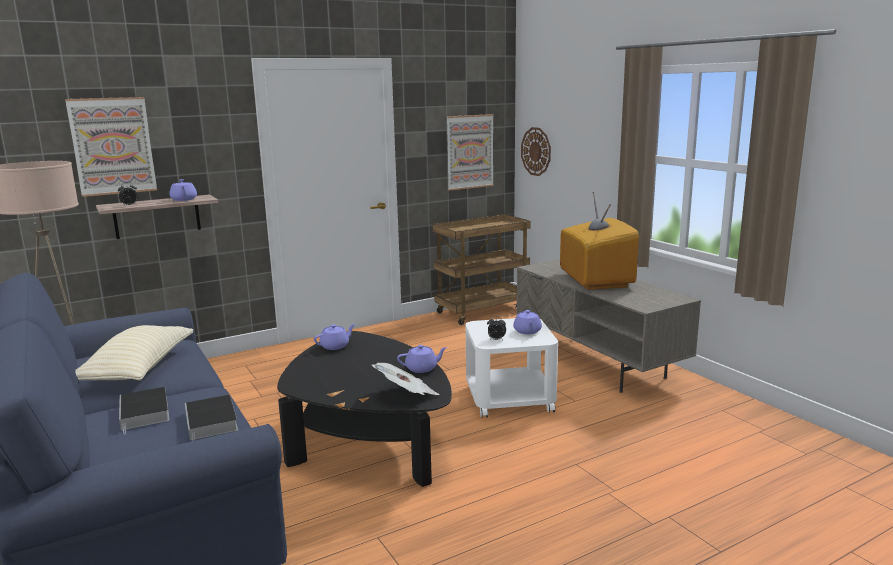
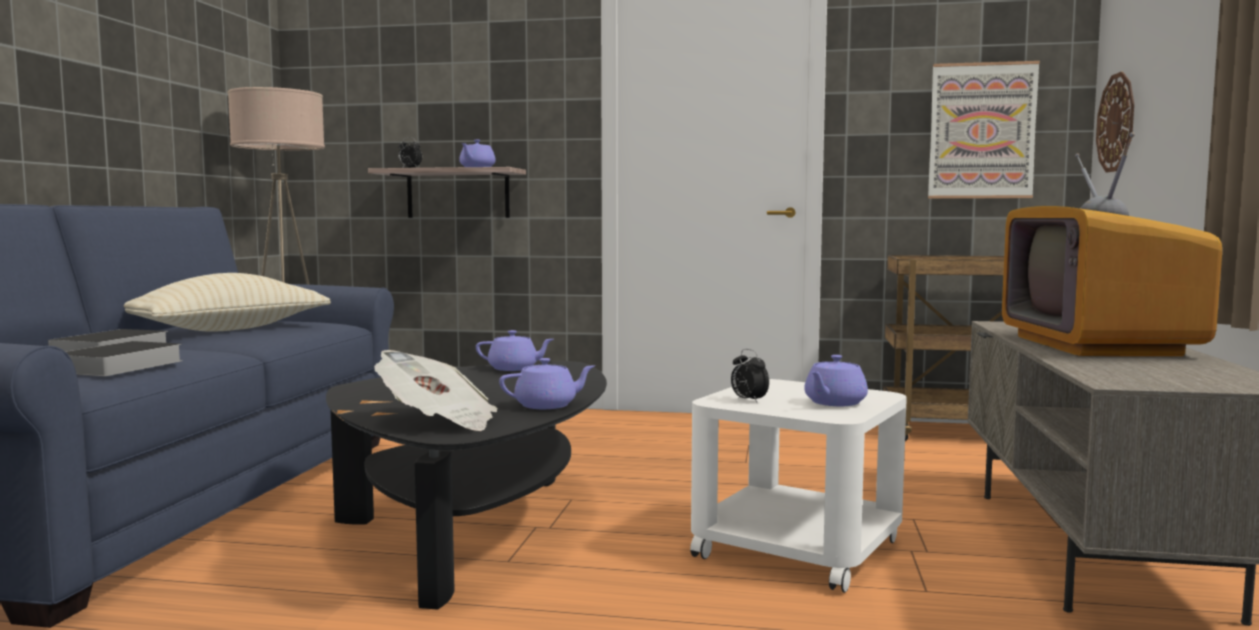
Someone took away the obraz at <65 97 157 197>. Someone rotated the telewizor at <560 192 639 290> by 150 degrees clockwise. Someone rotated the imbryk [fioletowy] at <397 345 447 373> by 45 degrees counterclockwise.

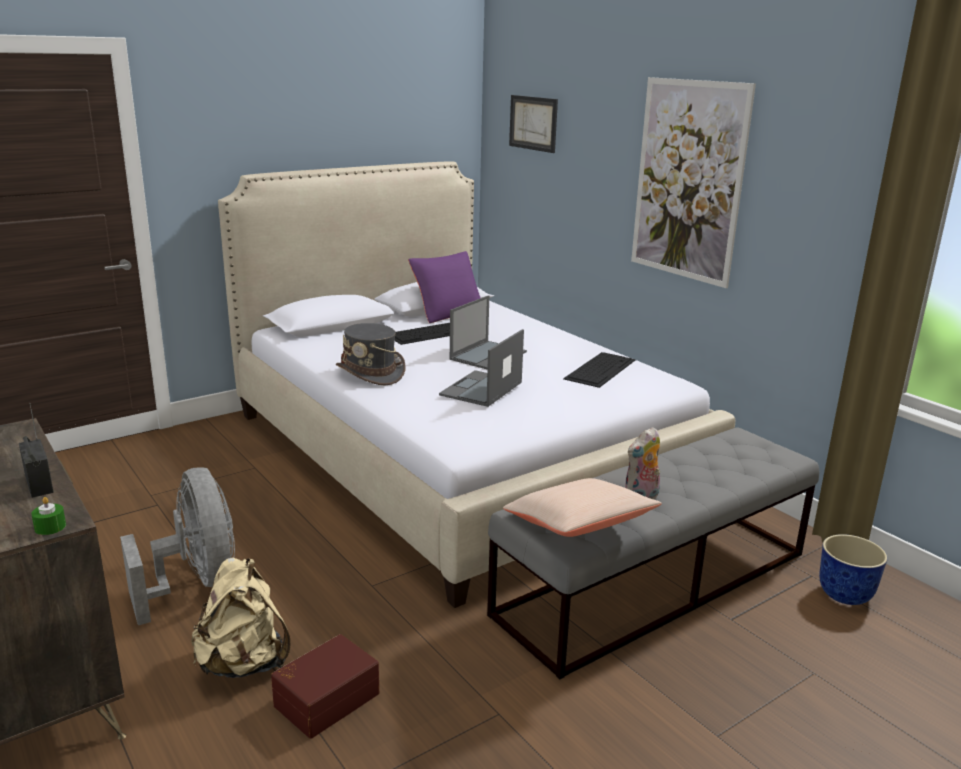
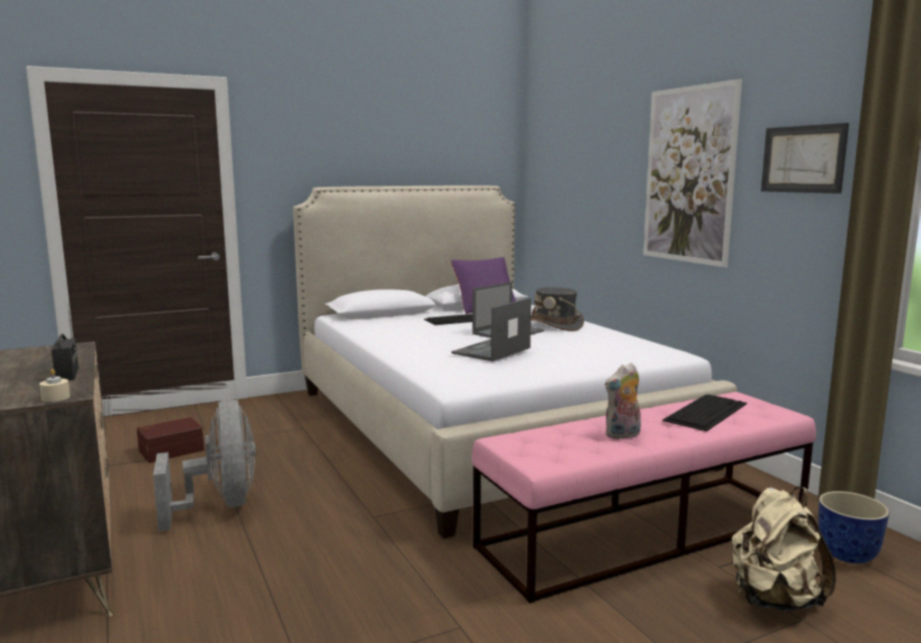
Someone carried the obraz from <509 95 558 153> to <761 123 849 194>. Someone carried the kapelusz [szary] from <336 323 406 386> to <531 287 584 331>. Someone carried the klawiatura from <563 352 636 388> to <662 394 747 431>. Someone repainted the ławka [szary] at <487 427 819 679>, which became the ławka [różowy] at <471 392 816 604>. Someone took away the poduszka [beżowy] at <503 478 662 537>. Someone repainted the świeca [zielony] at <31 497 66 535>, which became the świeca [beżowy] at <40 369 70 402>. Someone carried the plecak [beżowy] from <191 557 290 678> to <732 486 836 611>. Someone carried the pojemnik do przechowywania [brązowy] from <271 634 379 739> to <137 417 204 463>.

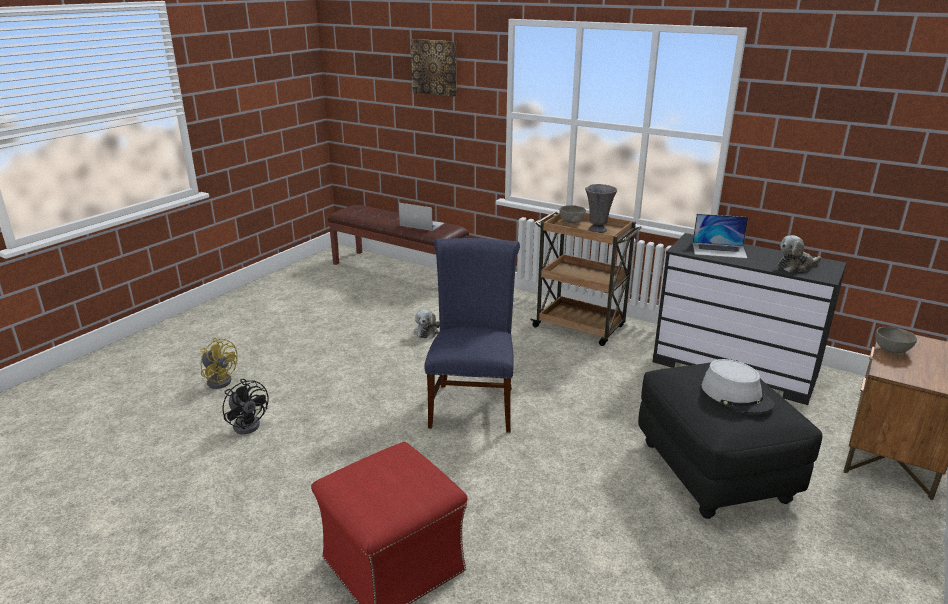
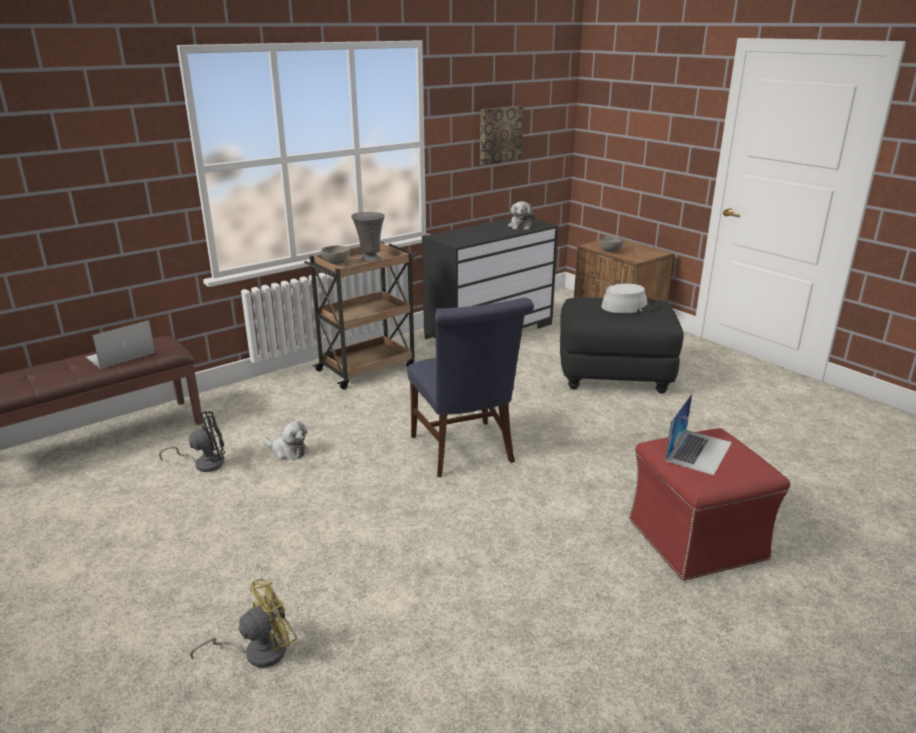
Someone carried the obraz from <411 39 457 97> to <480 106 524 165>. Someone carried the laptop from <693 214 748 259> to <665 393 732 475>. Someone rotated the krzesło [niebieski] at <425 238 520 433> by 135 degrees counterclockwise. Someone carried the wentylator [czarny] from <222 379 269 434> to <159 411 225 472>.

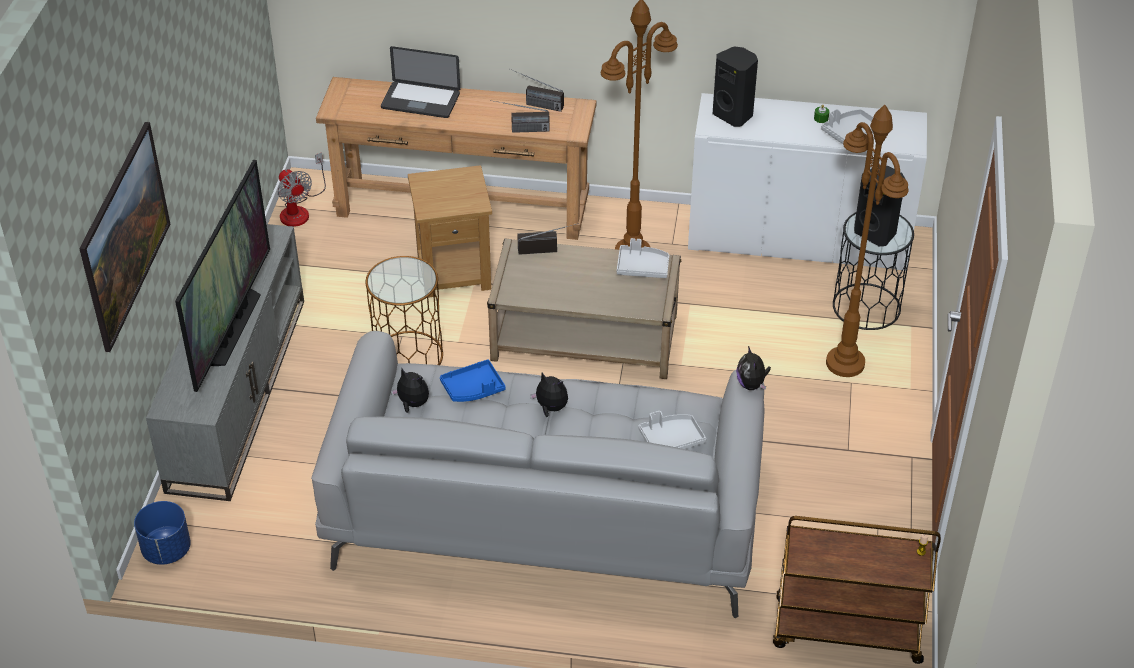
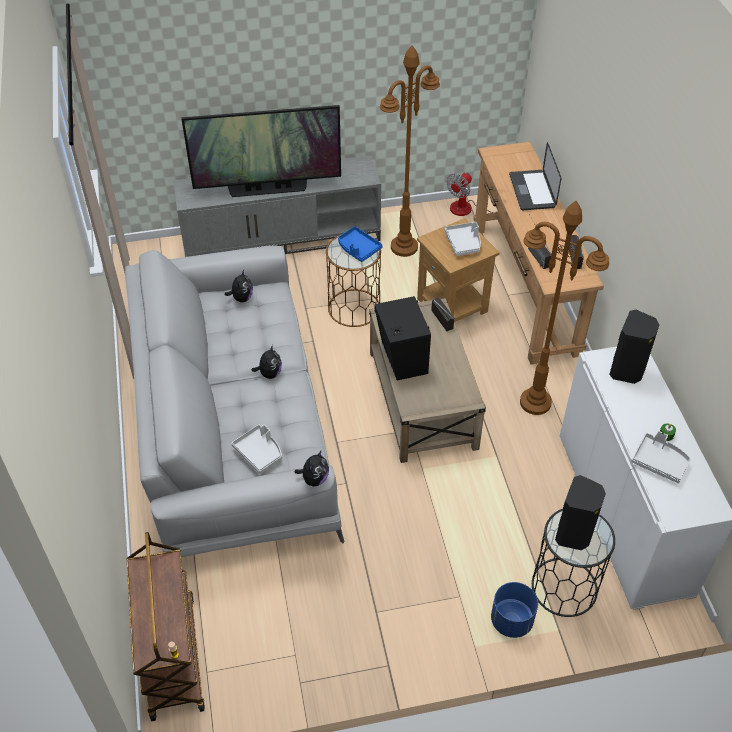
Someone carried the lampa stojąca [brązowy] from <826 105 909 377> to <380 45 440 257>. Someone took away the obraz at <79 122 170 352>. Someone carried the taca [szary] from <617 238 669 278> to <445 222 481 256>. Someone rotated the pluszak at <736 346 771 390> by 150 degrees clockwise. Someone carried the taca [niebieski] from <440 360 506 402> to <338 226 383 262>. Someone carried the donica [niebieski] from <134 501 191 565> to <491 582 538 638>. Someone put down the głośnik [czarny] at <375 296 431 381>.

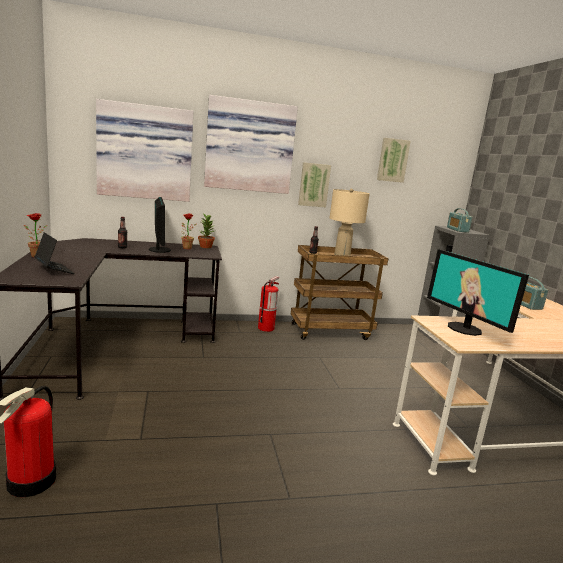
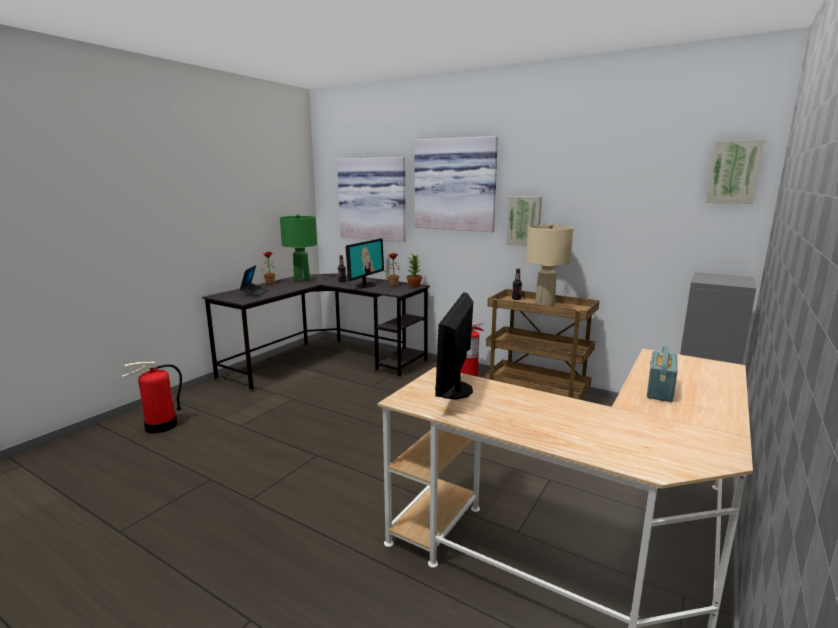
Someone carried the obraz from <377 138 411 183> to <706 140 765 204>. Someone took away the radio at <447 208 472 233>. Someone put down the lampa stołowa [zielony] at <280 214 317 282>.

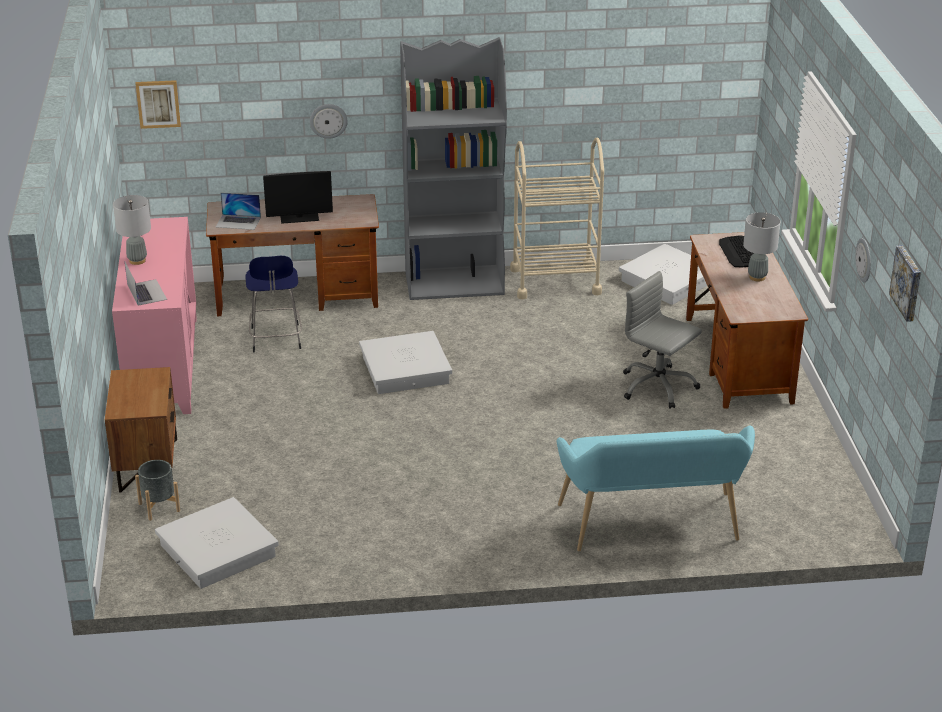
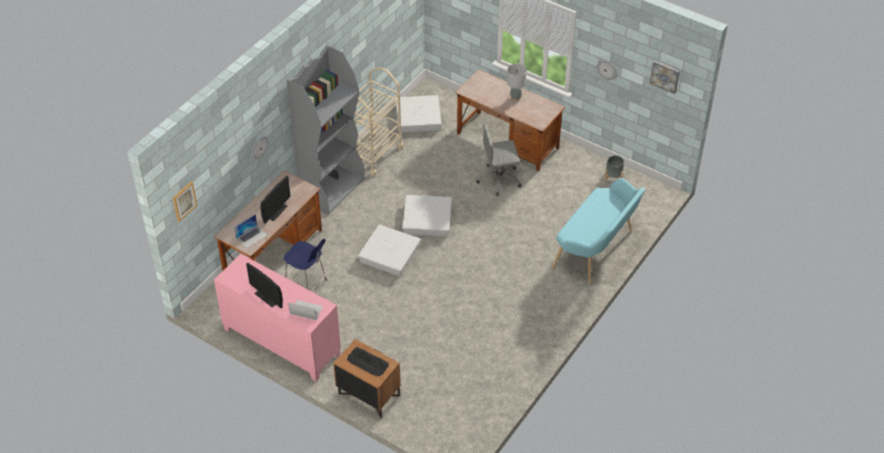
Someone swapped the lampa stołowa [szary] at <113 195 151 265> for the monitor at <246 263 283 308>. Someone carried the klawiatura from <719 235 754 268> to <347 347 389 376>. Someone carried the donica [szary] from <135 460 180 521> to <604 155 624 183>. Someone carried the pojemnik do przechowywania [biały] from <155 497 279 589> to <402 195 452 236>.

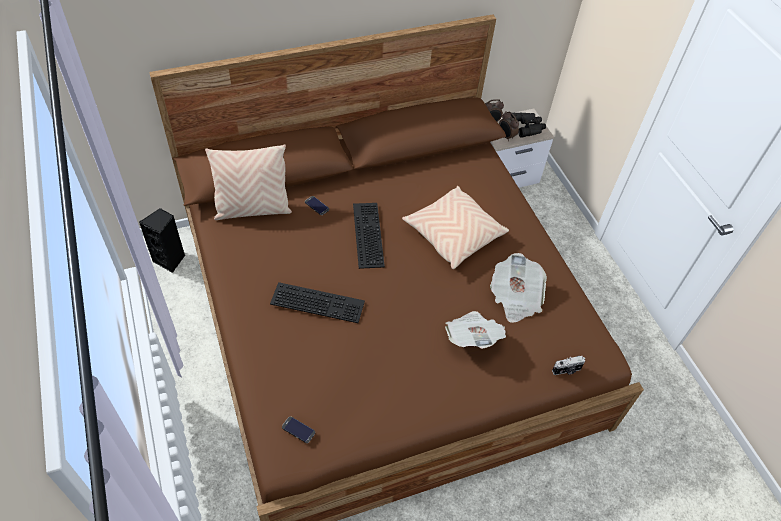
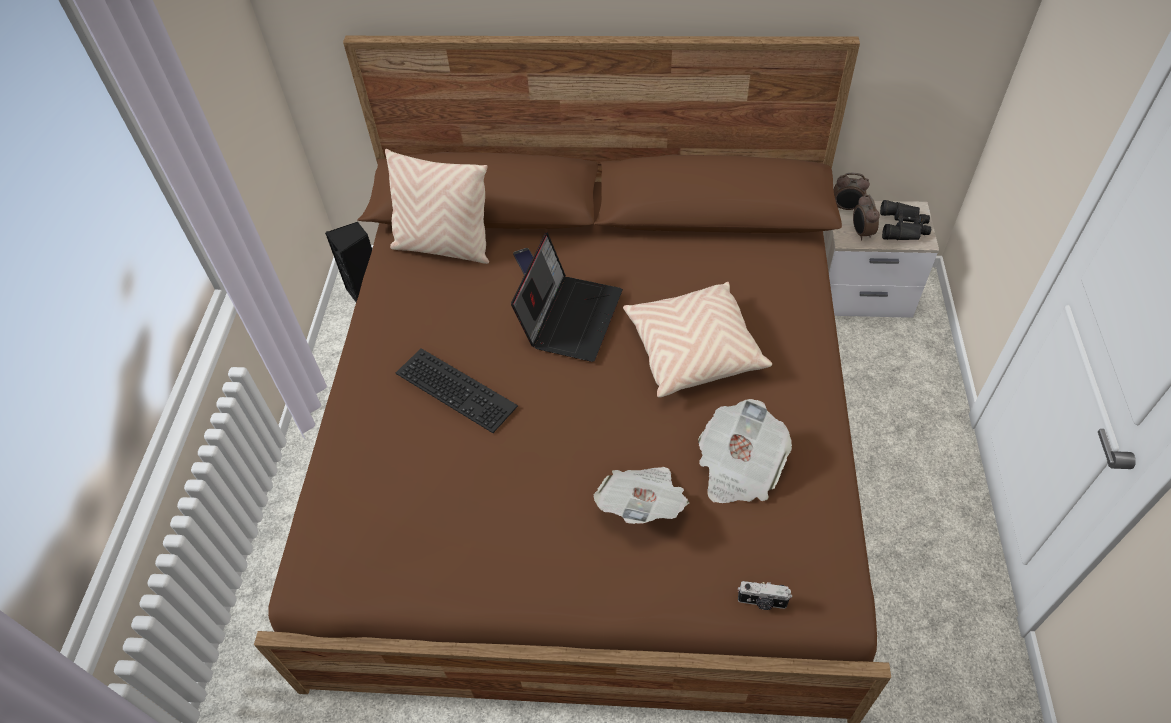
Someone swapped the klawiatura at <353 203 385 269> for the laptop at <511 232 623 362>. Someone took away the telefon at <282 416 315 443>.

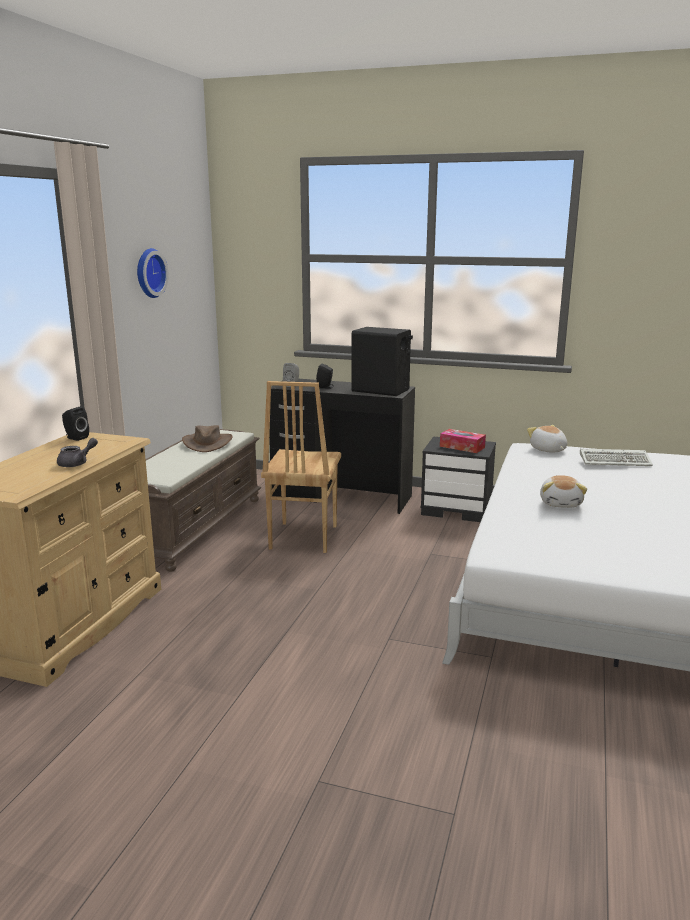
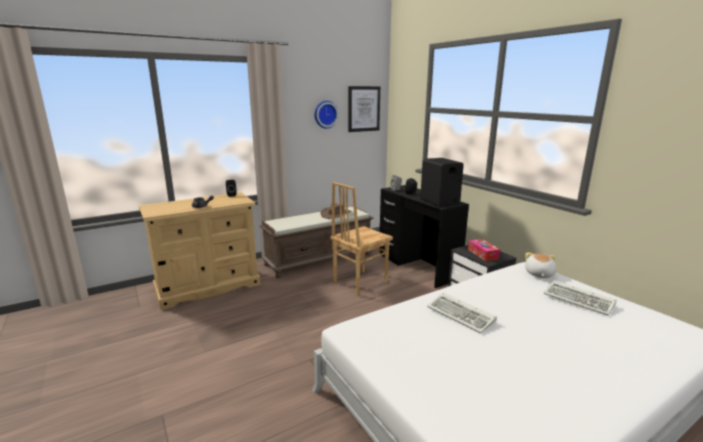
Someone swapped the pluszak at <540 475 587 508> for the klawiatura at <427 292 497 333>. Someone put up the obraz at <348 86 380 132>.

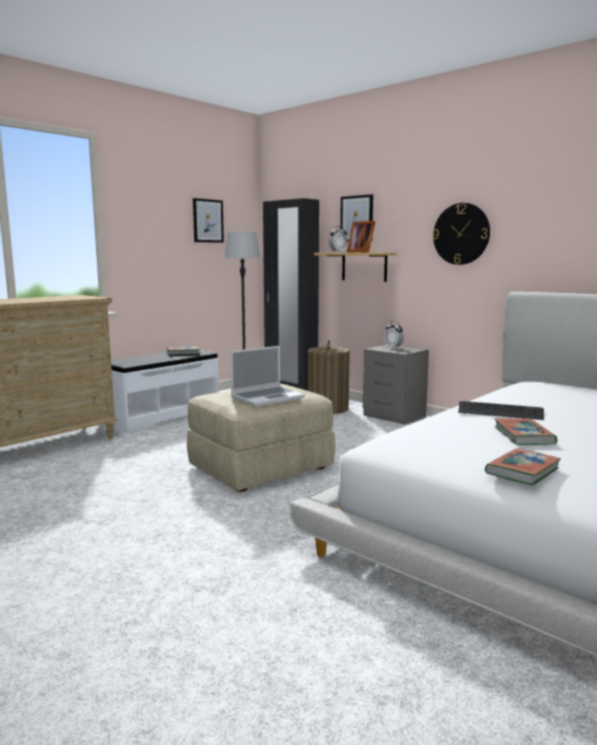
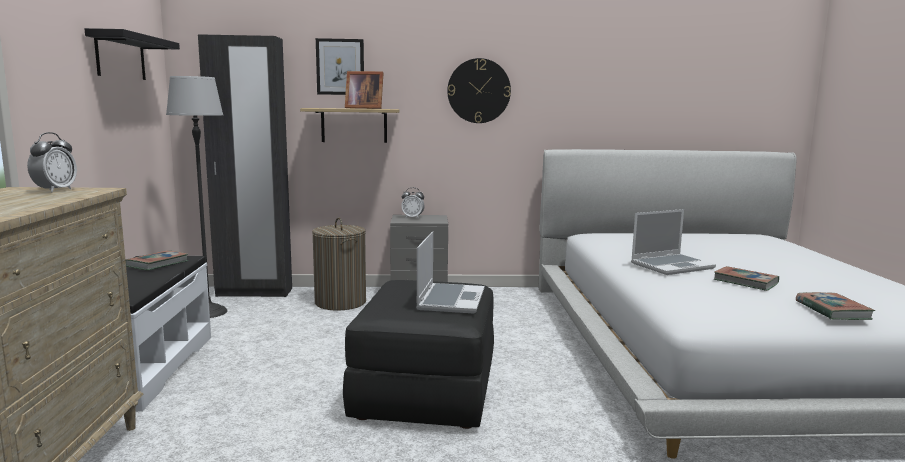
Someone swapped the obraz at <193 198 224 243> for the półka [czarny] at <85 28 180 80>. Someone carried the budzik from <329 226 348 252> to <27 132 77 192>. Someone repainted the pufa [beżowy] at <187 384 336 492>, which became the pufa [czarny] at <343 280 494 429>. Someone swapped the klawiatura at <458 401 544 420> for the laptop at <631 209 716 275>.

